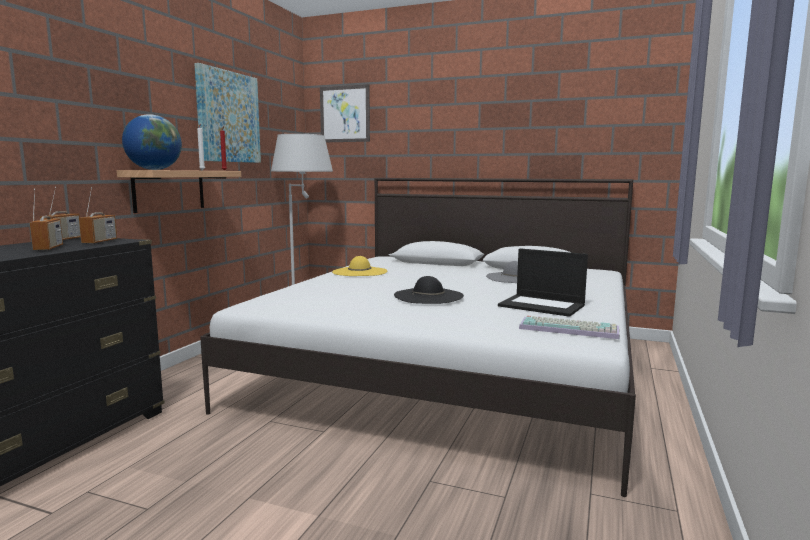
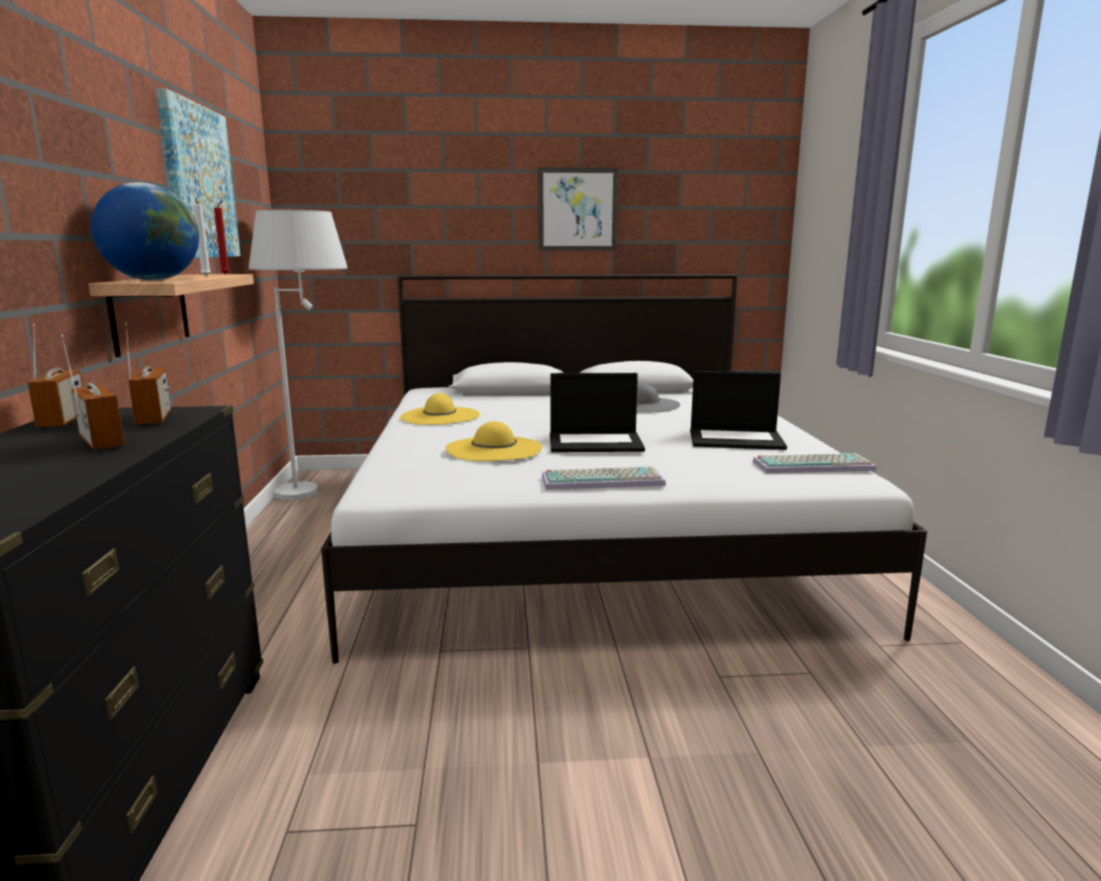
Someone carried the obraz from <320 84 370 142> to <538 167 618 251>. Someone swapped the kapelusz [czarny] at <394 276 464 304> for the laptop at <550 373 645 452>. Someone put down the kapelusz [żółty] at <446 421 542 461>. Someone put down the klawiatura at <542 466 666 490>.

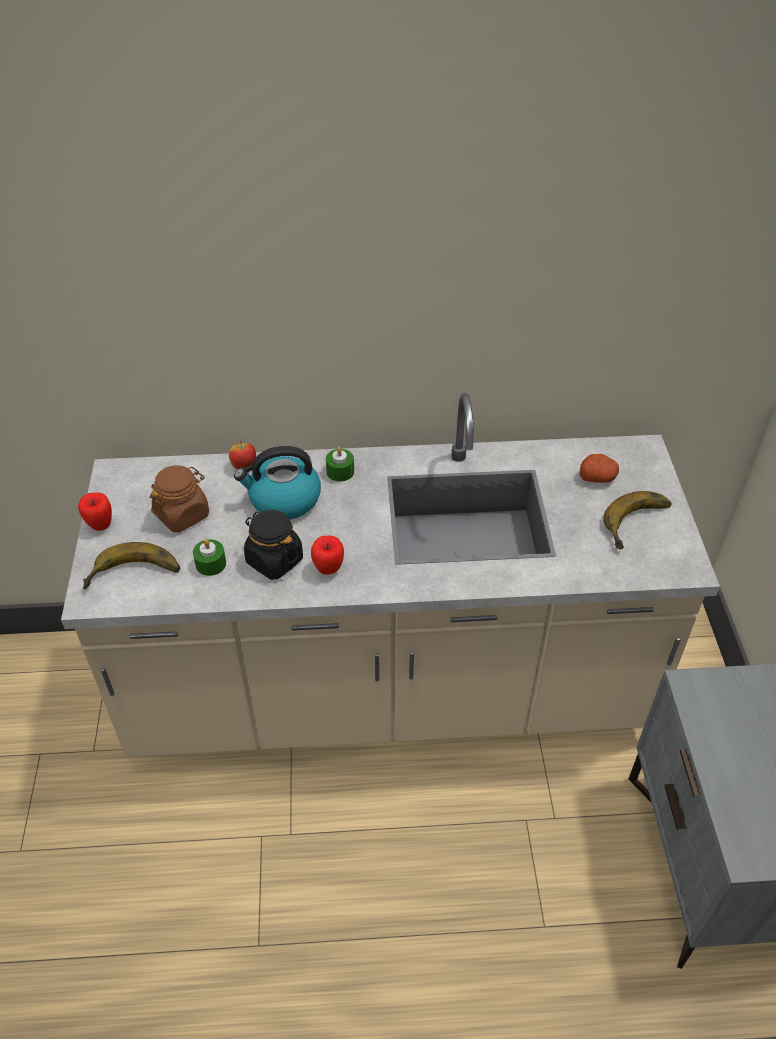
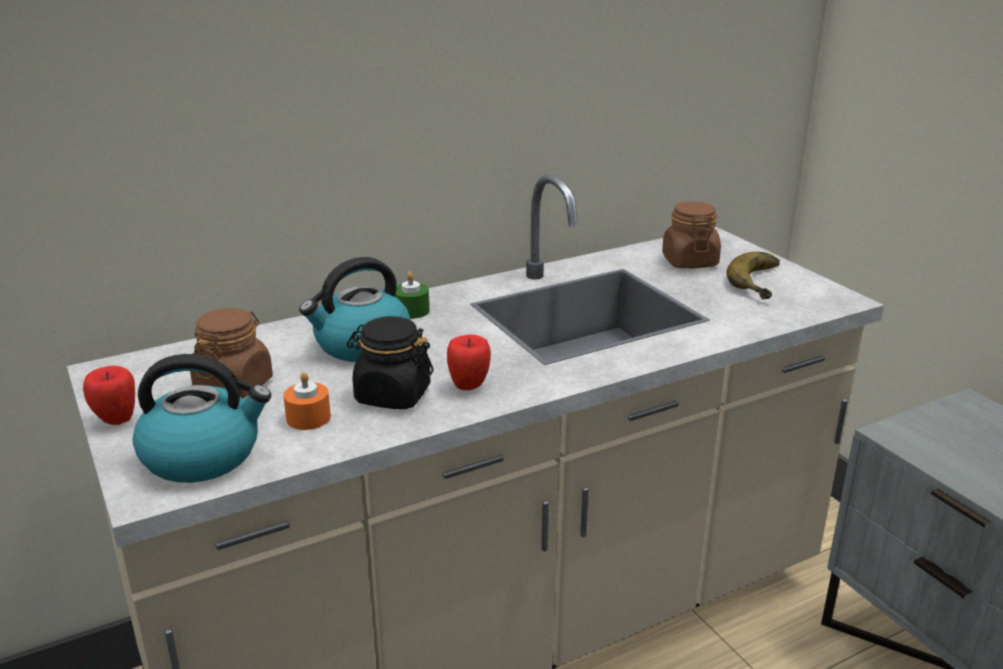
Someone took away the jabłko at <229 440 256 470>. Someone swapped the ziemniak at <579 454 619 483> for the słoik [brązowy] at <662 201 721 268>. Someone repainted the świeca [zielony] at <193 539 226 576>, which became the świeca [pomarańczowy] at <283 372 331 430>. Someone swapped the banan at <83 542 180 590> for the czajnik at <133 354 271 483>.

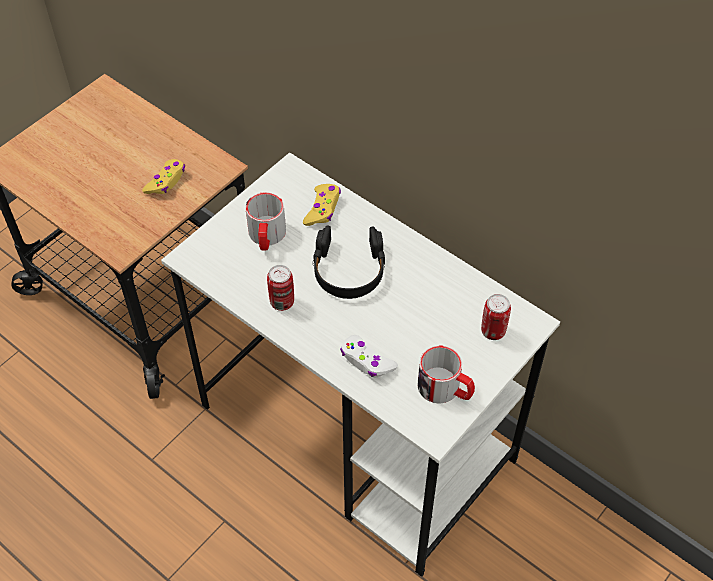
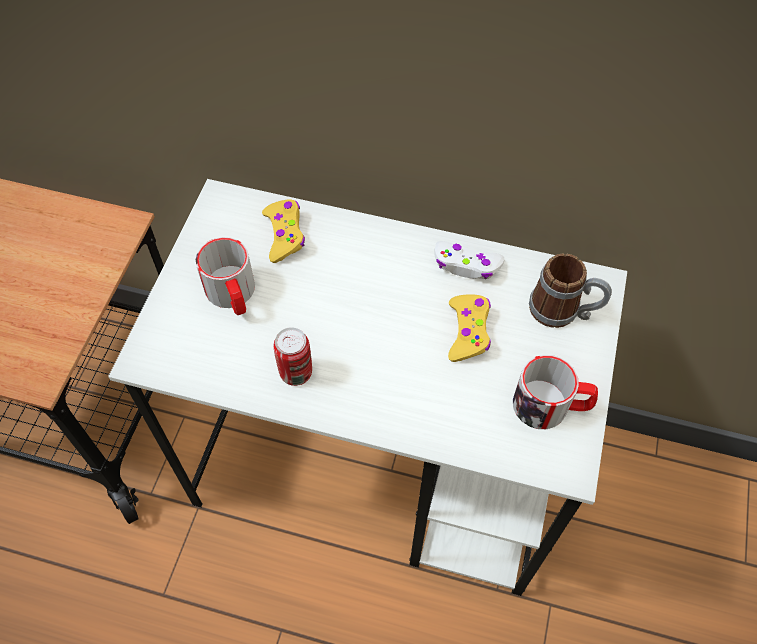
Someone carried the pad do gier [żółty] from <142 159 185 194> to <448 294 491 362>. Someone took away the słuchawki [czarny] at <313 225 385 299>. Someone swapped the puszka at <481 294 511 340> for the kubek at <529 253 612 328>. Someone carried the pad do gier [biały] from <340 335 398 377> to <434 241 505 279>.

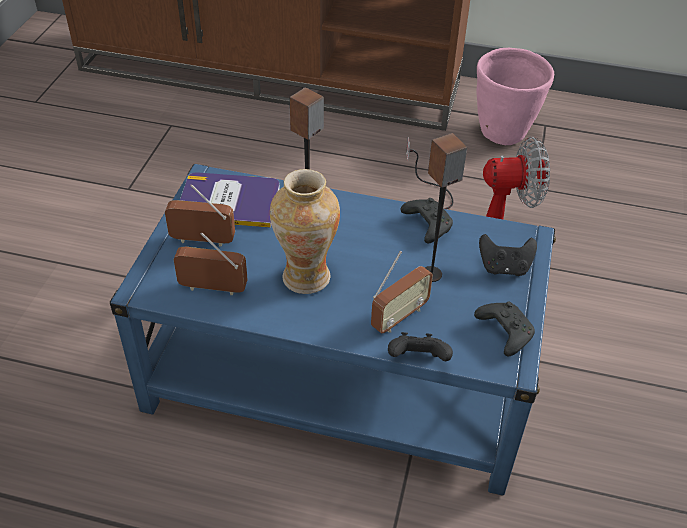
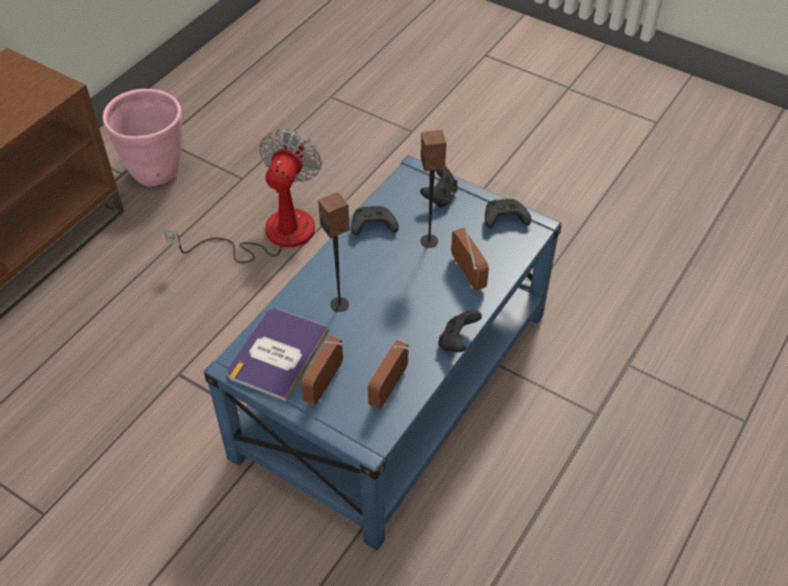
Someone took away the wazon at <270 169 340 294>. Someone carried the pad do gier [czarny] from <388 332 453 361> to <438 310 482 352>.

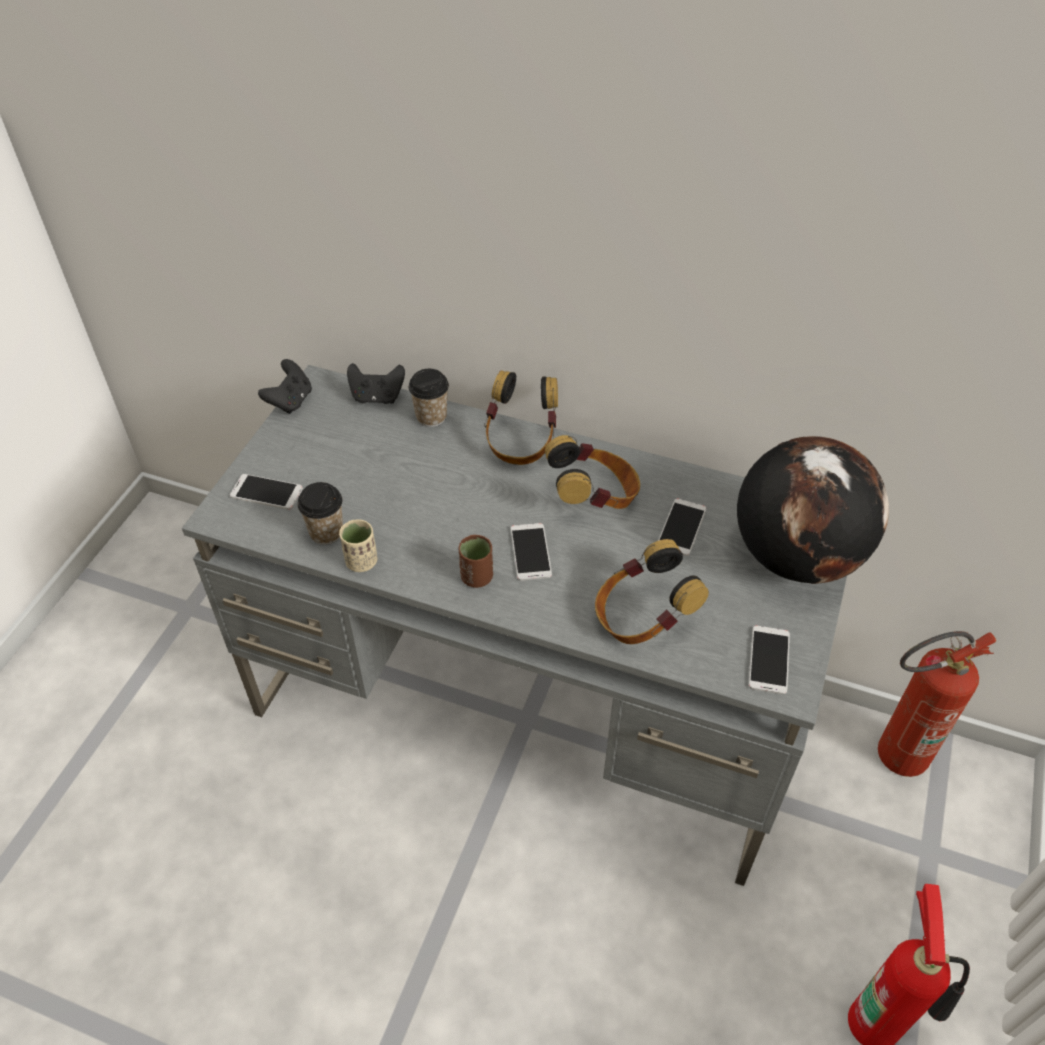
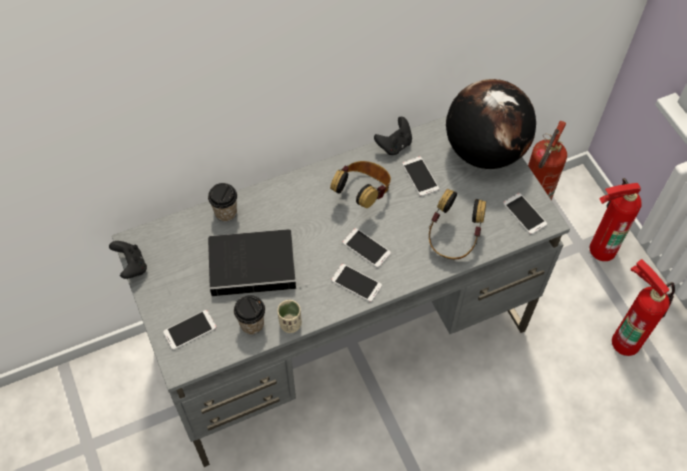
Someone carried the pad do gier [czarny] from <347 363 405 404> to <374 117 412 155>. Someone took away the słuchawki at <484 370 558 465>. Someone swapped the filiżanka [brązowy] at <459 535 493 588> for the telefon at <331 264 382 302>. Someone put down the gaśnica at <589 178 642 261>. Someone put down the książka at <208 229 312 296>.

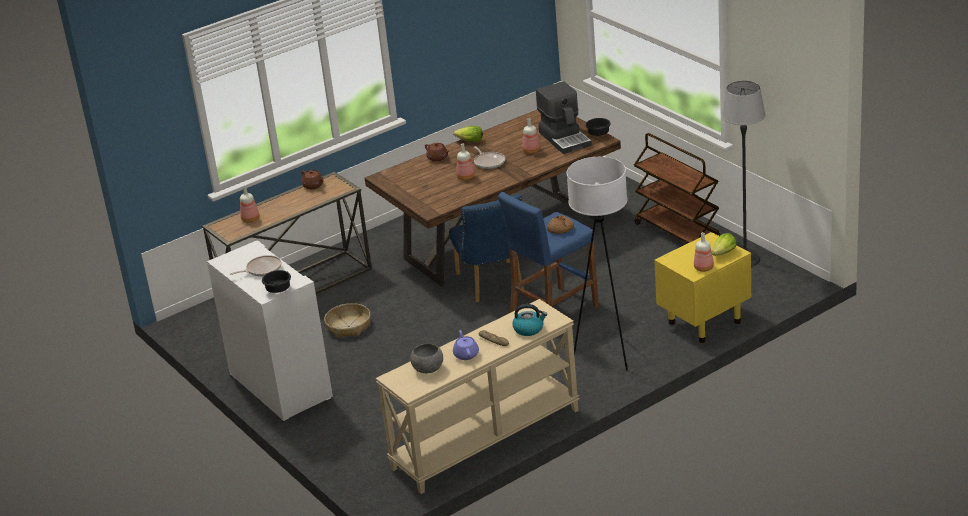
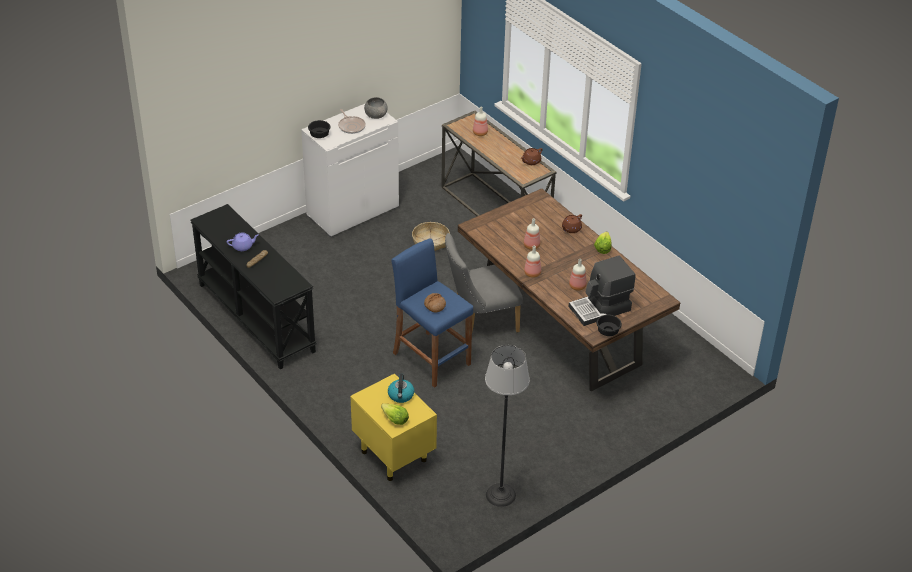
Someone took away the wózek [brązowy] at <634 133 721 245>. Someone took away the patelnia at <474 146 505 169>. Someone took away the lampa stojąca [biały] at <566 157 628 371>. Someone repainted the krzesło [niebieski] at <449 194 524 303>, which became the krzesło [szary] at <445 233 523 332>. Someone carried the butelka from <694 232 714 272> to <524 246 541 278>. Someone repainted the stolik konsolowy [beżowy] at <376 299 579 494>, which became the stolik konsolowy [czarny] at <190 204 317 370>. Someone carried the czajnik from <512 304 547 336> to <388 374 414 403>. Someone carried the miska [szary] from <410 343 443 373> to <364 97 388 119>.

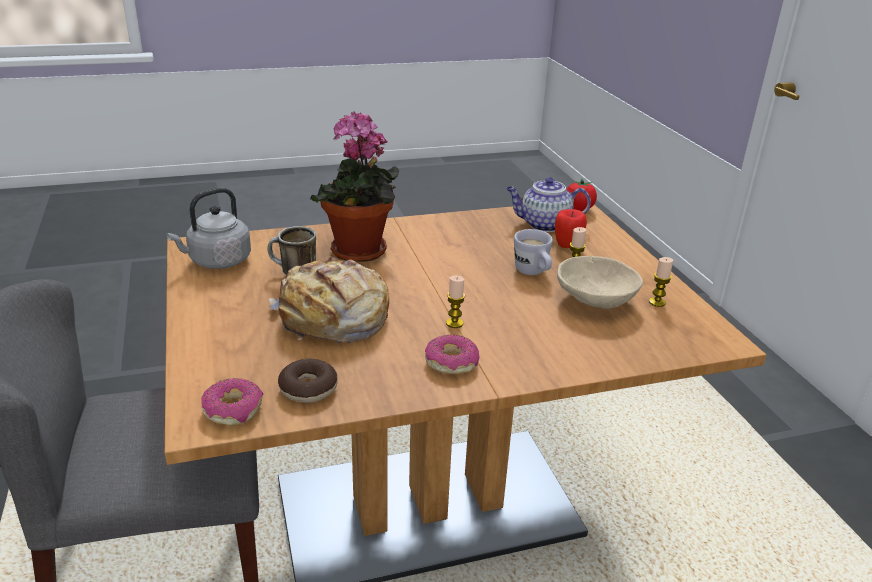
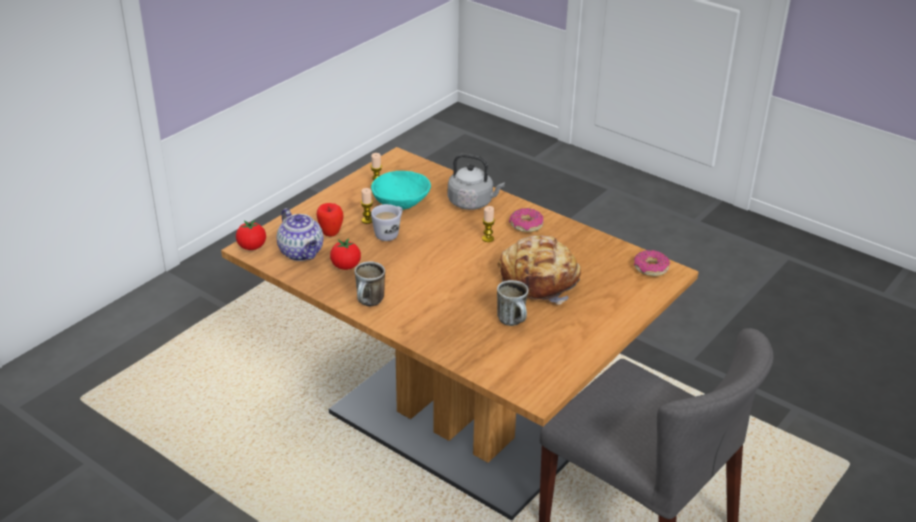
Someone took away the roślina doniczkowa at <310 111 399 261>. Someone carried the czajnik [szary] from <166 188 251 269> to <448 154 505 210>. Someone repainted the miska [beżowy] at <557 256 643 309>, which became the miska [turkusowy] at <371 171 431 210>. Someone took away the donut at <278 359 338 403>. Someone put down the pomidor at <330 238 361 270>. Someone put down the kubek at <354 261 385 307>.

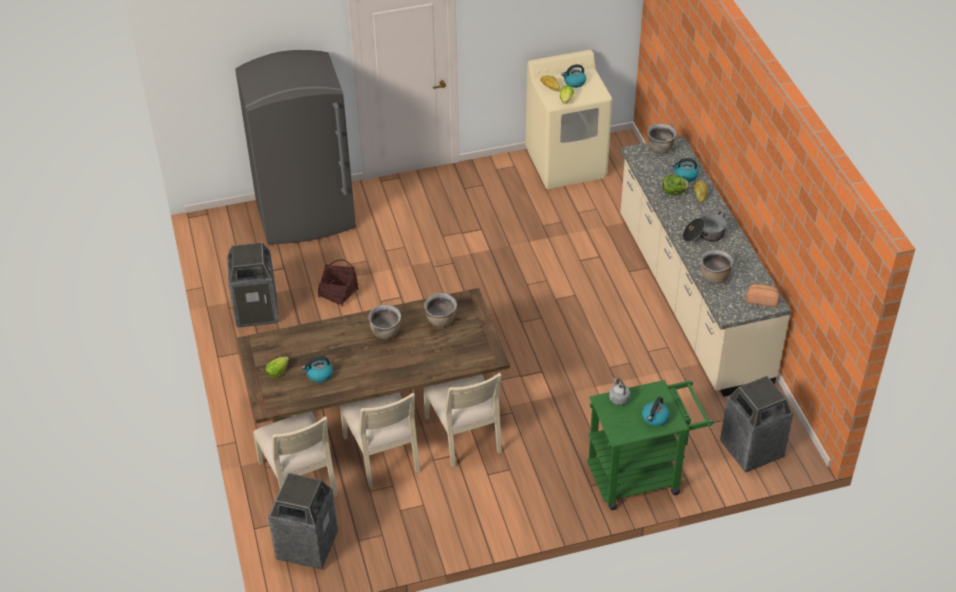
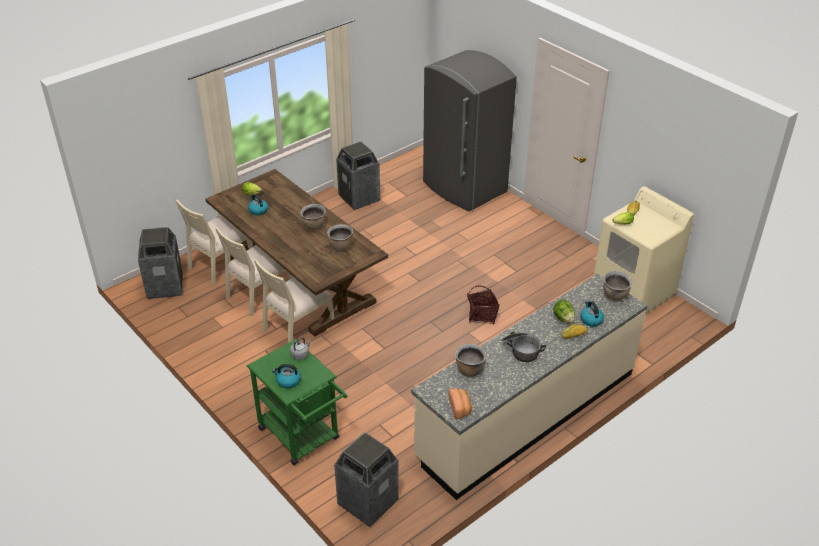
Someone took away the czajnik at <561 64 586 88>. Someone carried the koszyk from <318 259 358 306> to <467 286 499 324>.

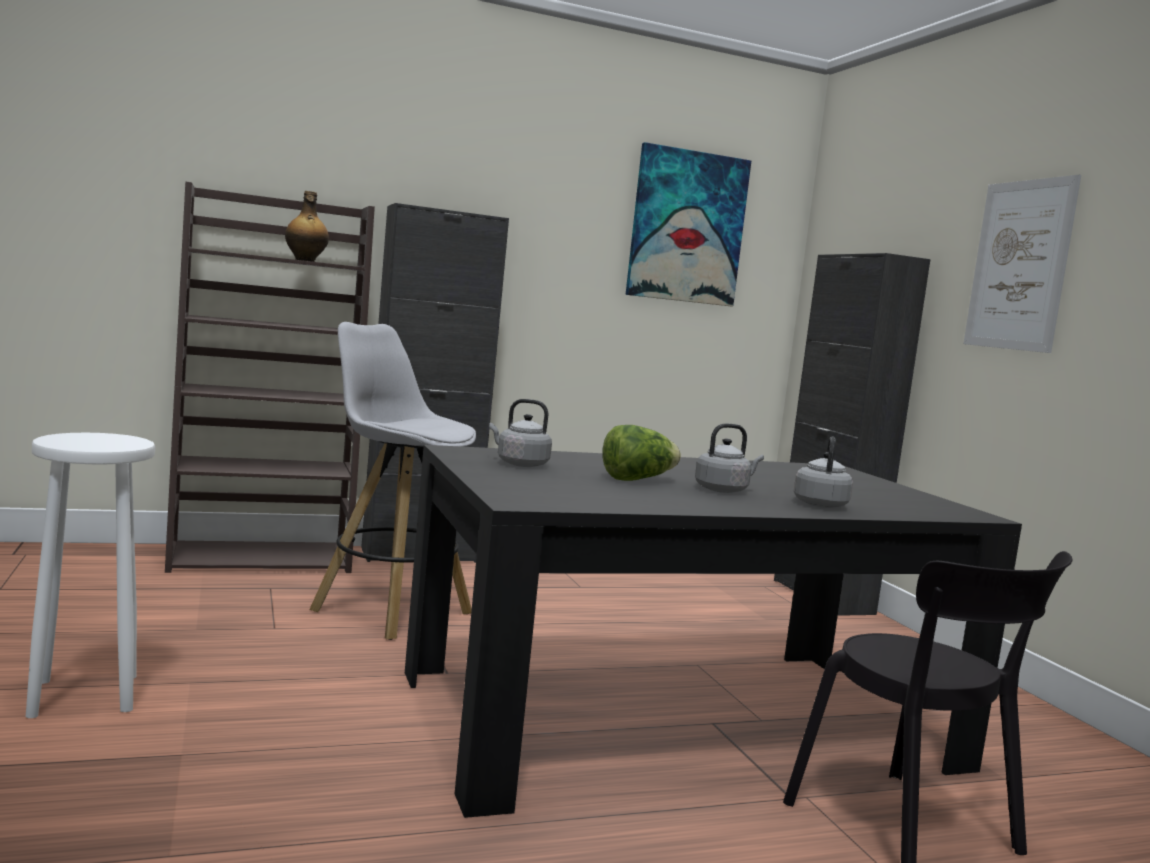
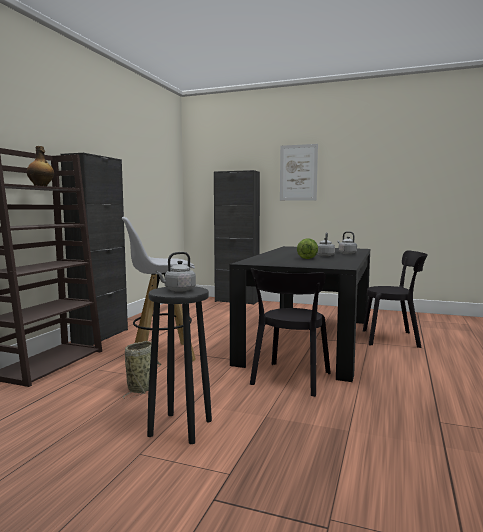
Someone took away the obraz at <626 142 751 307>. Someone carried the czajnik [szary] from <489 399 552 467> to <156 252 196 292>. Someone repainted the stołek [biały] at <26 433 155 718>, which became the stołek [czarny] at <147 286 212 444>. Someone put down the krzesło [czarny] at <250 268 331 397>. Someone put down the koszyk at <123 341 161 399>.

